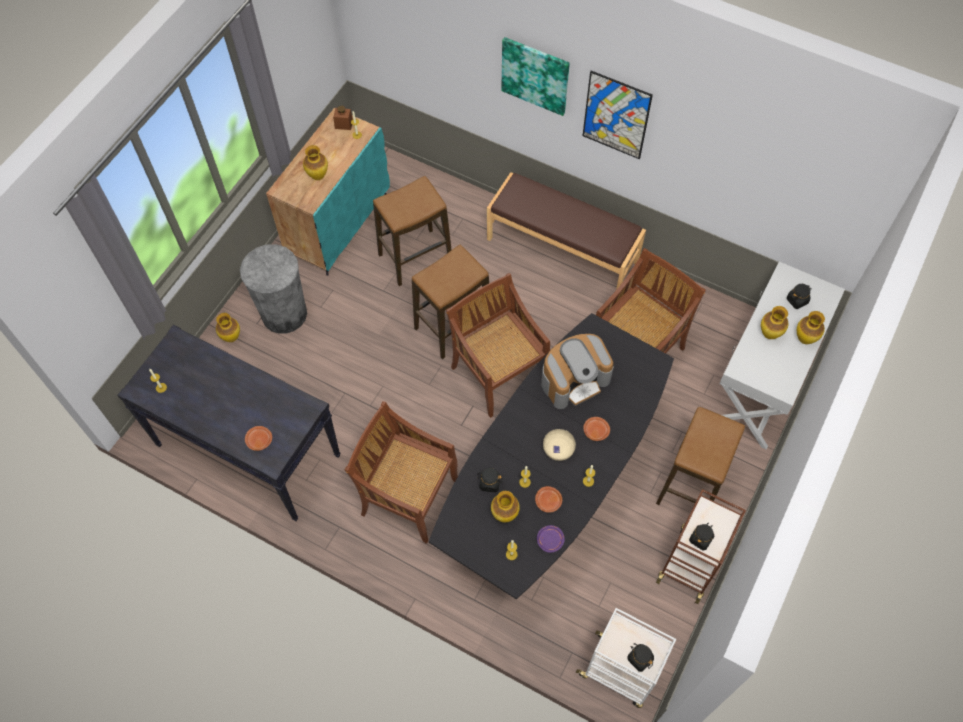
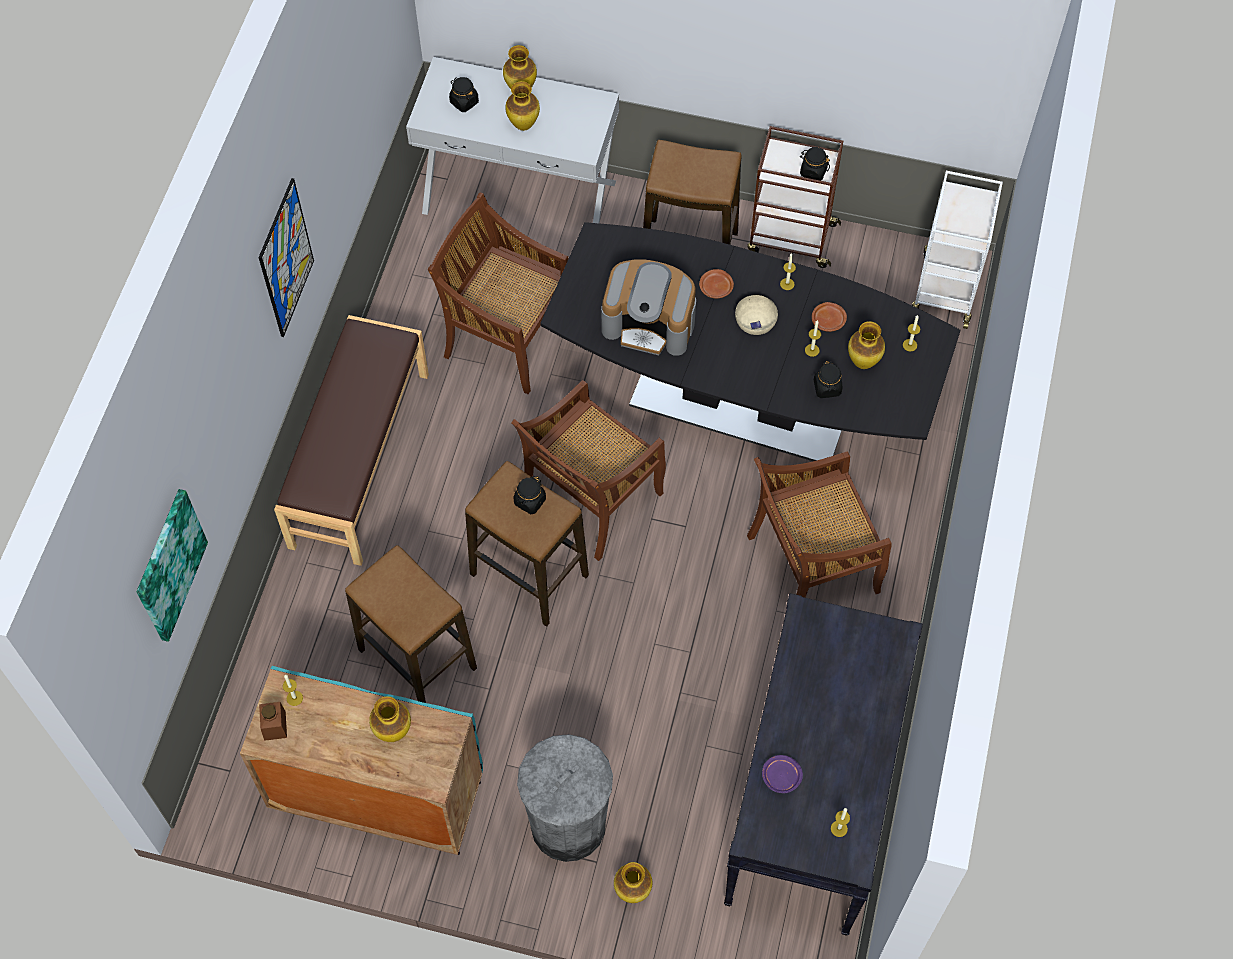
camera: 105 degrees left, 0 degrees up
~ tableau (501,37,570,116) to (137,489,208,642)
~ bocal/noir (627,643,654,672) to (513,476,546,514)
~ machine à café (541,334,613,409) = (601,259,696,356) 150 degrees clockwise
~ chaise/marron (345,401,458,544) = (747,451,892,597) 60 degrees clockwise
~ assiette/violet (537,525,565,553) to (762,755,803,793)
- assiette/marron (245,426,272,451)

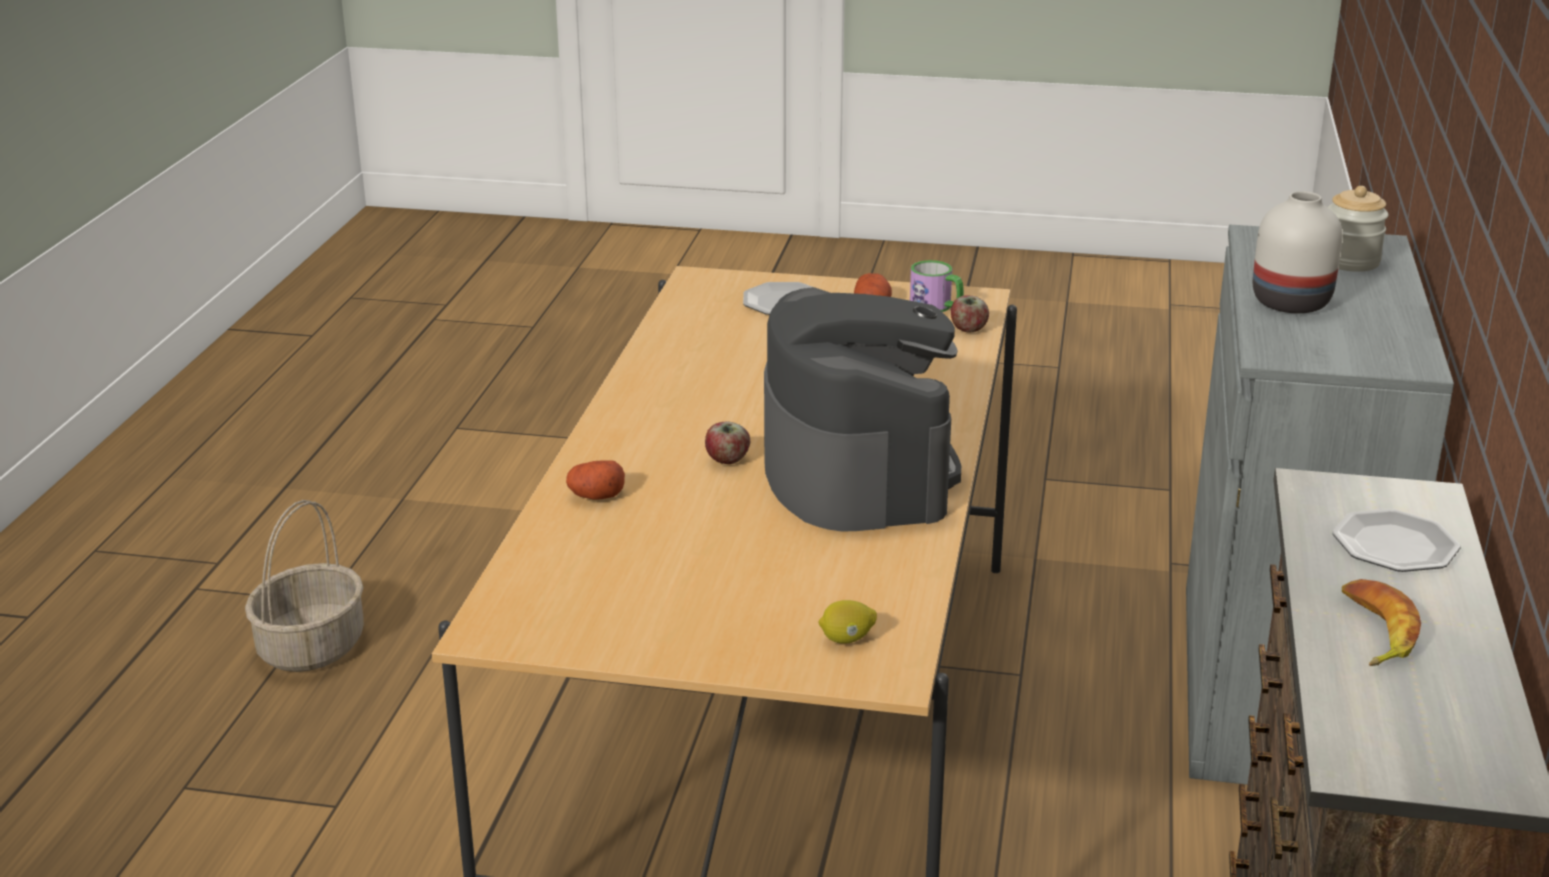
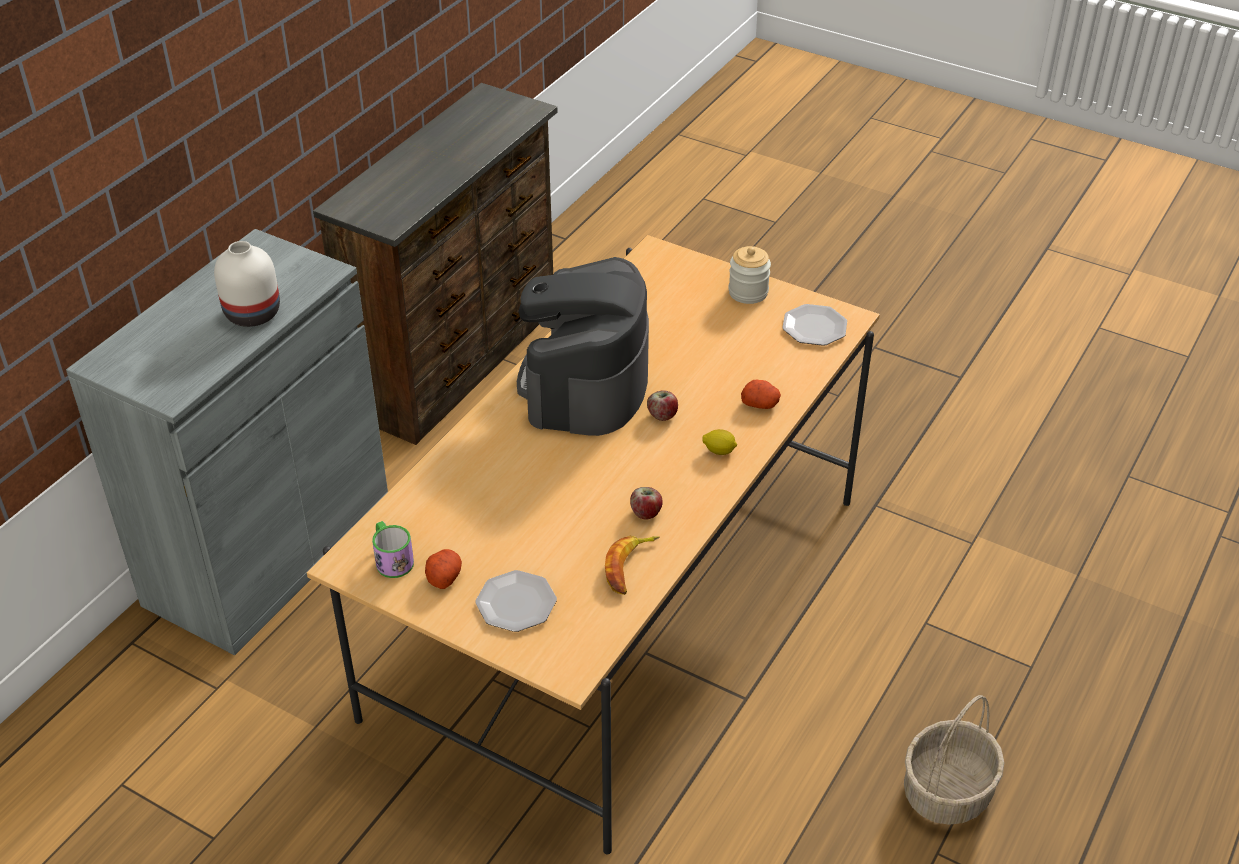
camera: 160 degrees left, 15 degrees up
~ banane (1342,579,1421,666) to (605,536,660,595)
~ pomme (951,295,989,333) to (630,487,663,520)
~ citron (818,600,877,644) to (702,429,737,455)
~ bocal (1328,186,1389,272) to (729,246,771,304)
~ assiette (1332,509,1461,572) to (782,304,847,346)

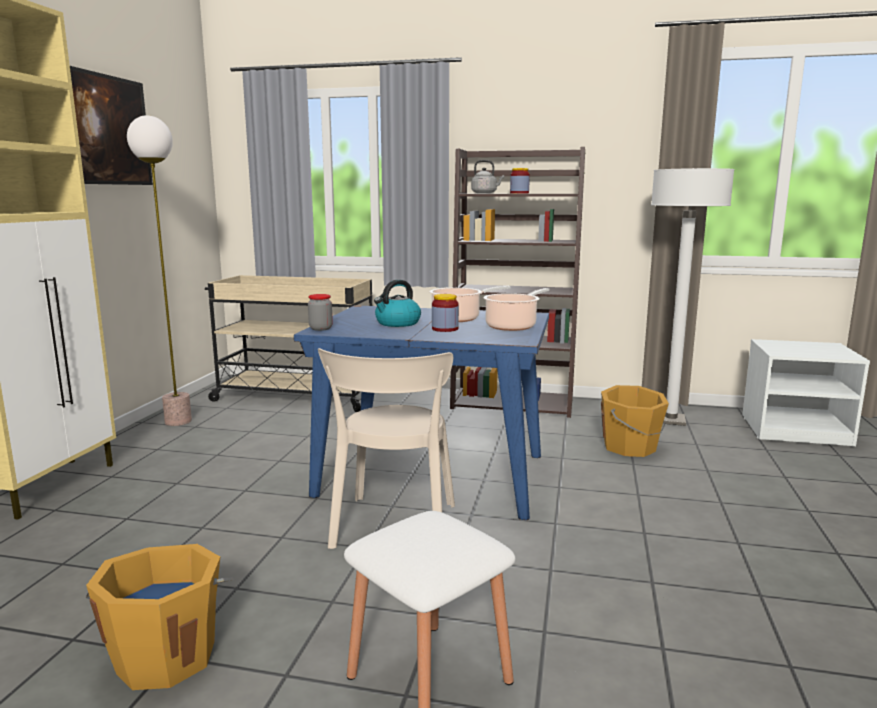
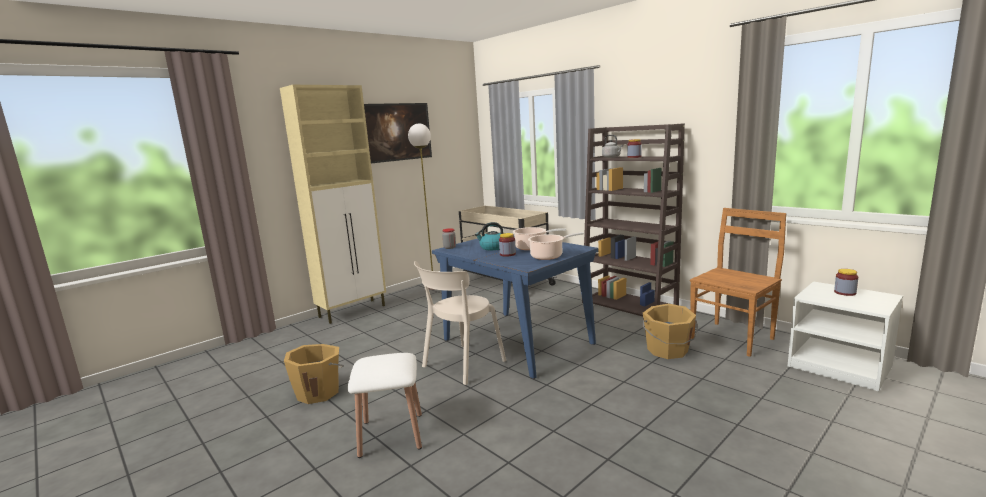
camera: 35 degrees right, 0 degrees up
~ lampadaire/blanc (651,168,735,426) to chaise/marron (690,208,786,357)
+ bocal (834,269,858,296)

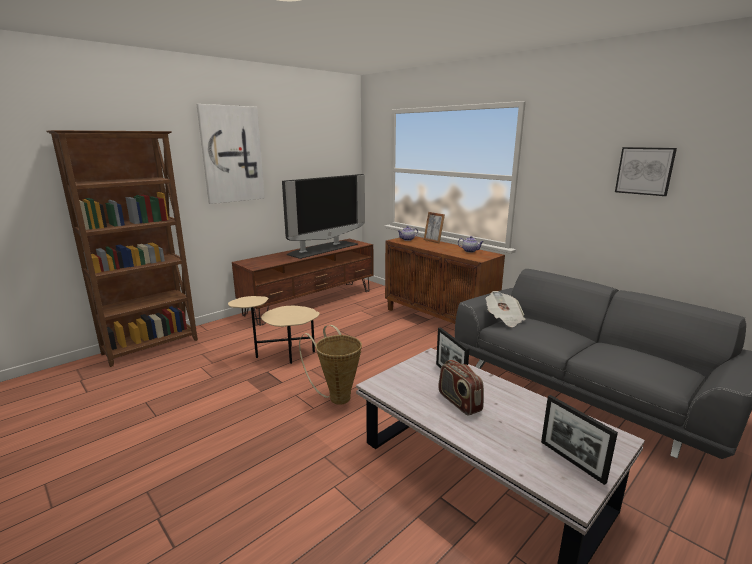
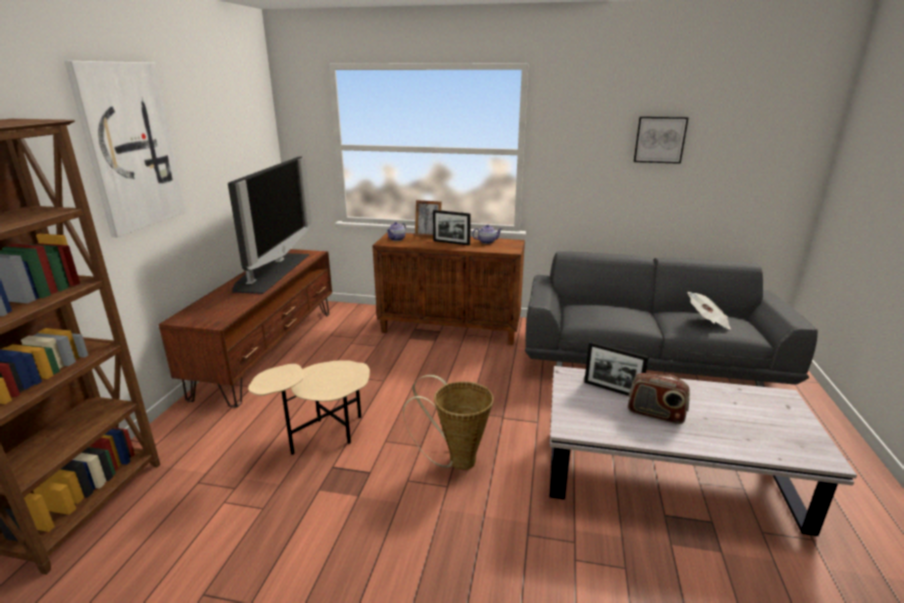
camera: 35 degrees left, 5 degrees up
~ cadre photo (541,395,618,485) to (433,210,471,245)
~ journal (486,291,526,327) to (688,292,731,329)

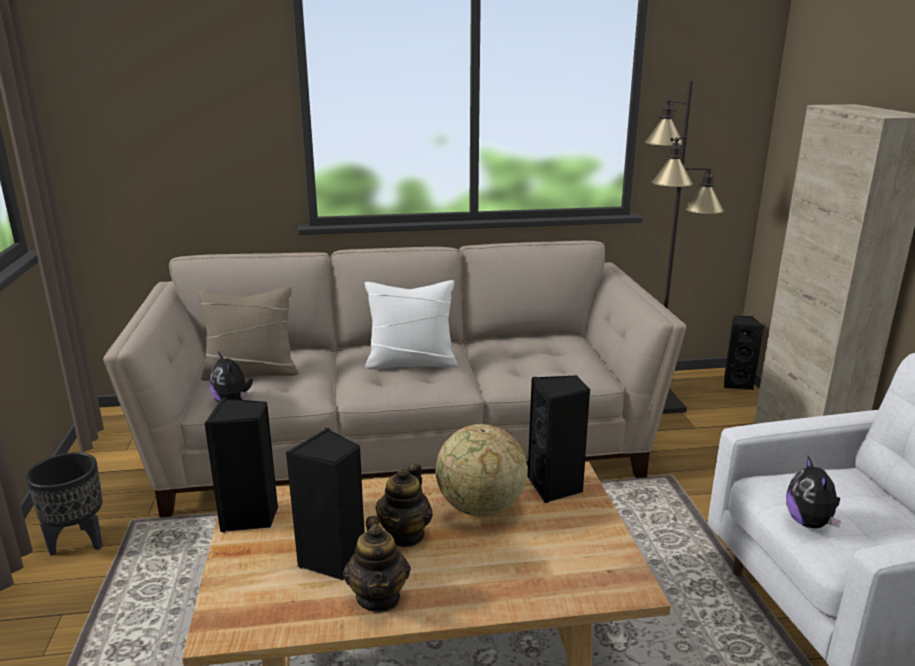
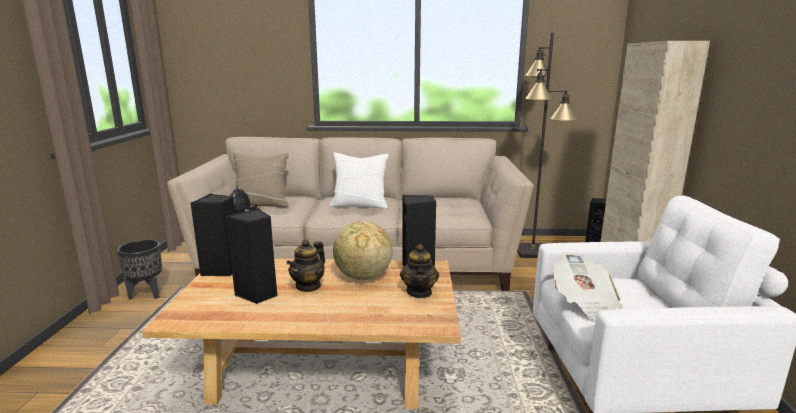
camera: 10 degrees right, 5 degrees down
~ théière (343,516,411,612) to (400,244,439,298)
~ peluche (786,456,841,528) to journal (553,253,623,321)

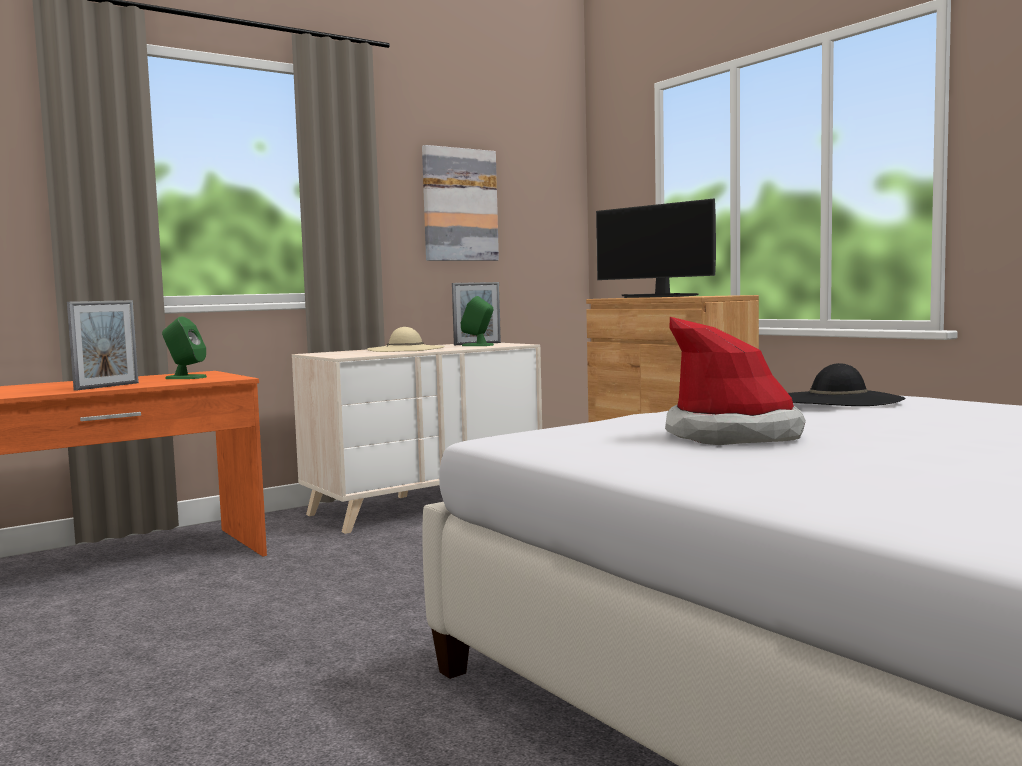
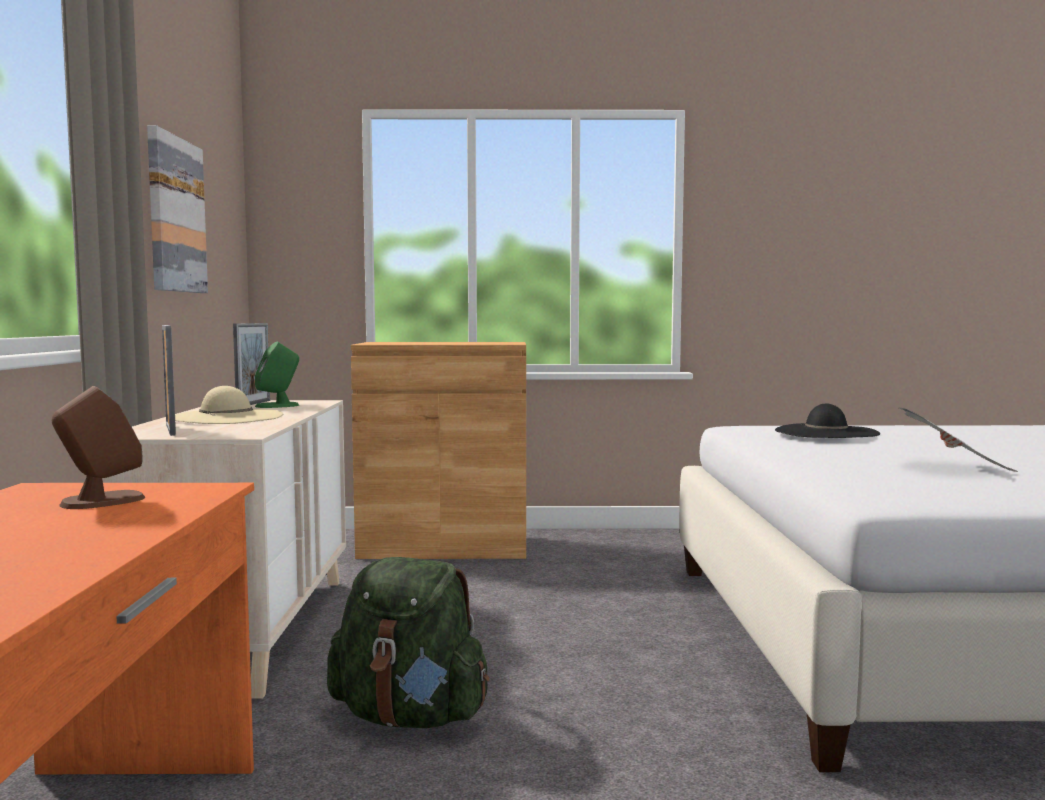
camera: 55 degrees left, 0 degrees up
~ enceinte/vert (162,317,207,379) to enceinte/marron (52,386,145,509)
~ cadre photo (67,300,139,391) to (162,325,176,436)
+ sac à dos/vert (327,557,490,728)
~ chapeau (665,317,806,445) to journal (899,408,1018,472)
- écran d'ordinateur (596,199,716,298)

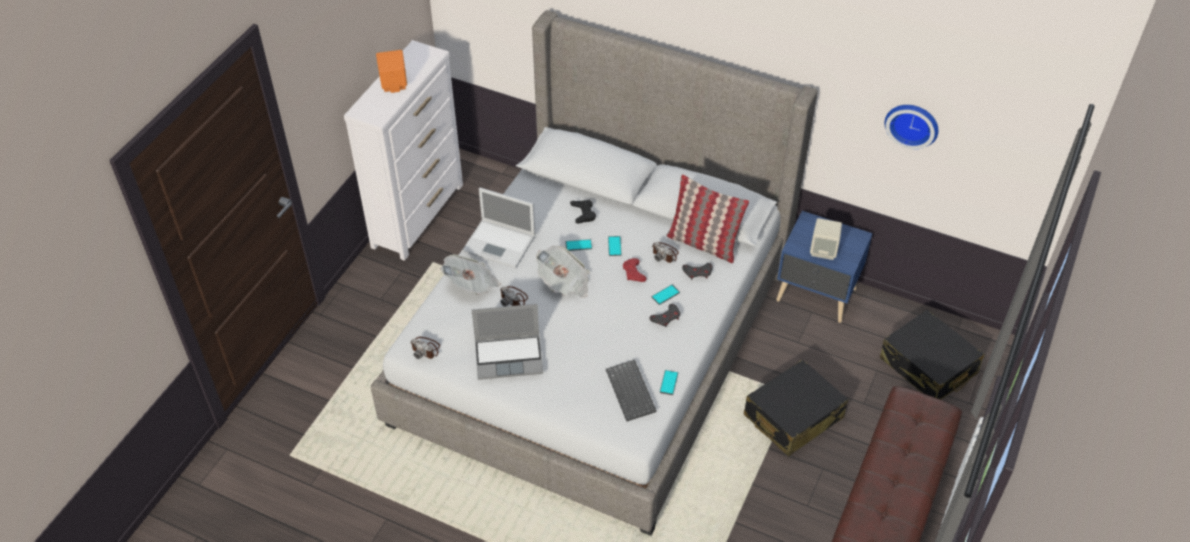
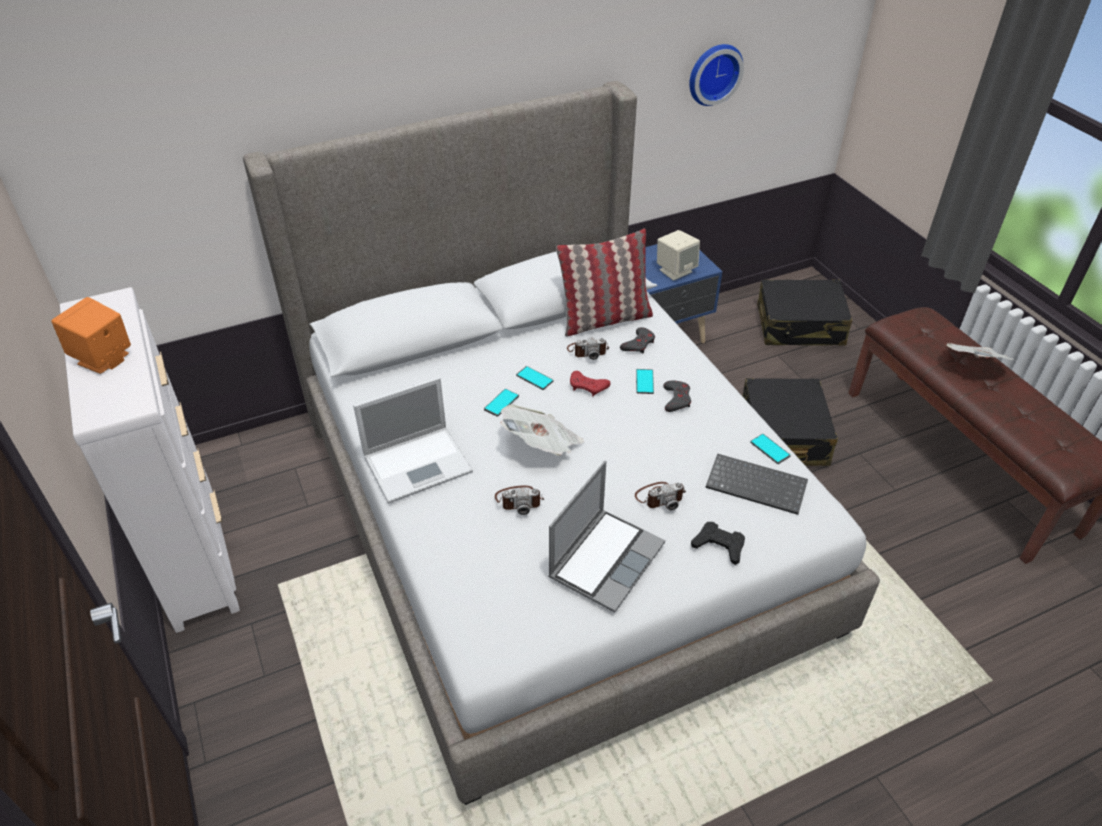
camera: 50 degrees left, 5 degrees down
~ appareil photo (411,337,440,359) to (635,482,686,511)
~ manette/noir (570,200,596,224) to (691,522,745,565)
~ journal (440,254,501,295) to (947,343,1015,360)

